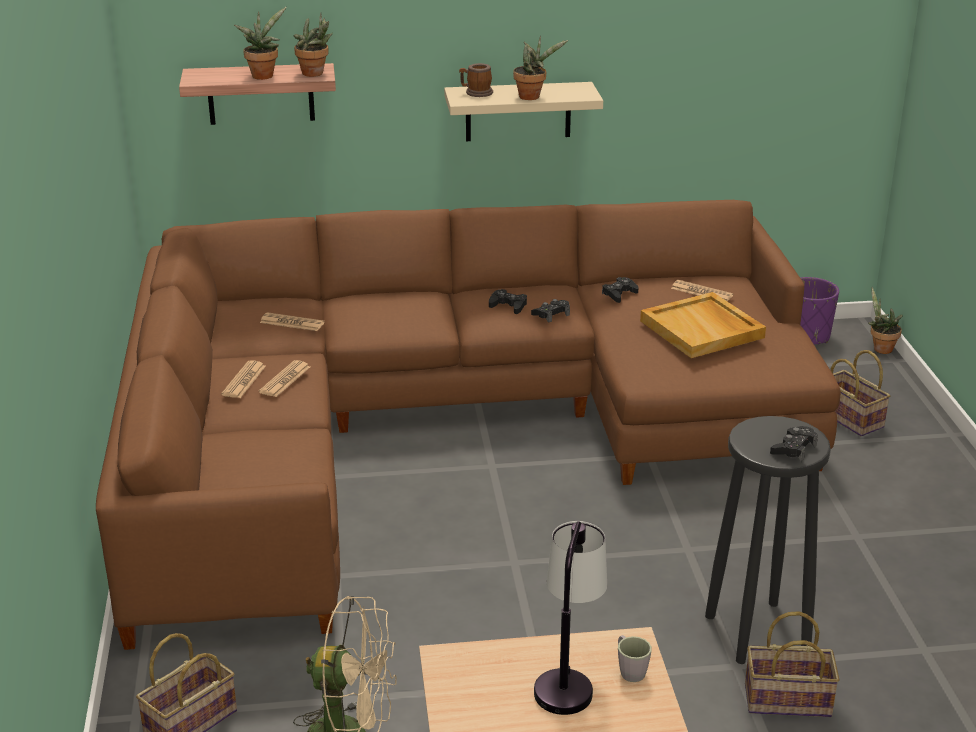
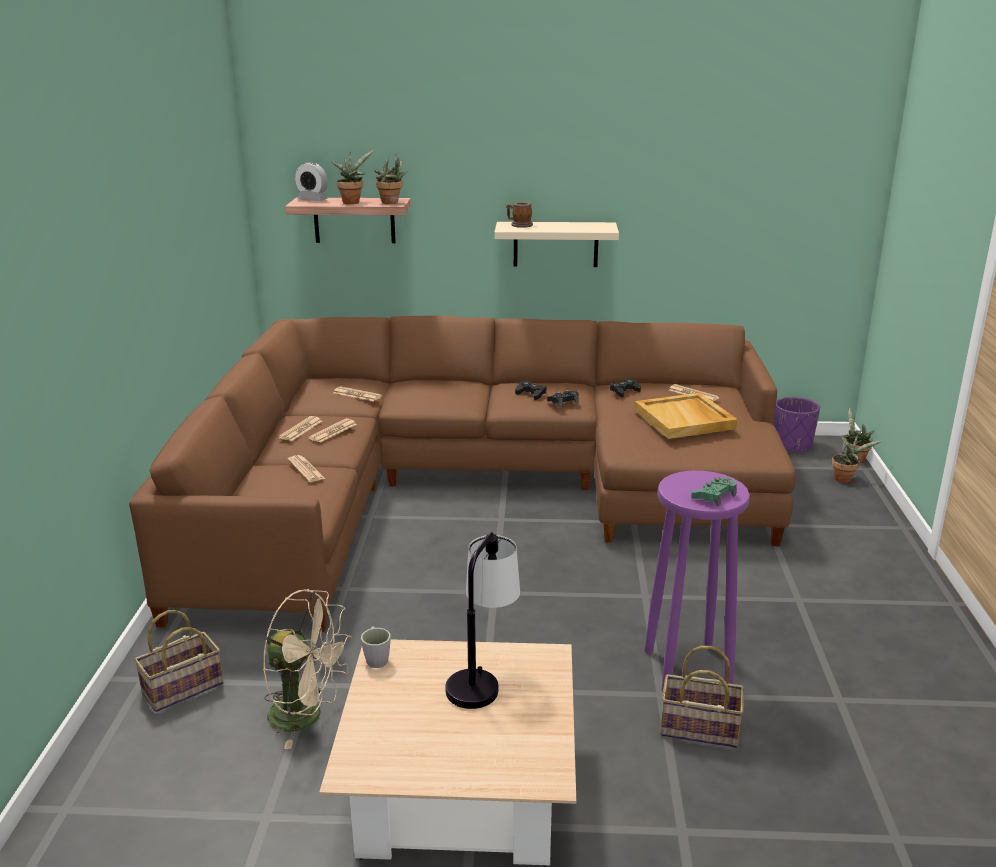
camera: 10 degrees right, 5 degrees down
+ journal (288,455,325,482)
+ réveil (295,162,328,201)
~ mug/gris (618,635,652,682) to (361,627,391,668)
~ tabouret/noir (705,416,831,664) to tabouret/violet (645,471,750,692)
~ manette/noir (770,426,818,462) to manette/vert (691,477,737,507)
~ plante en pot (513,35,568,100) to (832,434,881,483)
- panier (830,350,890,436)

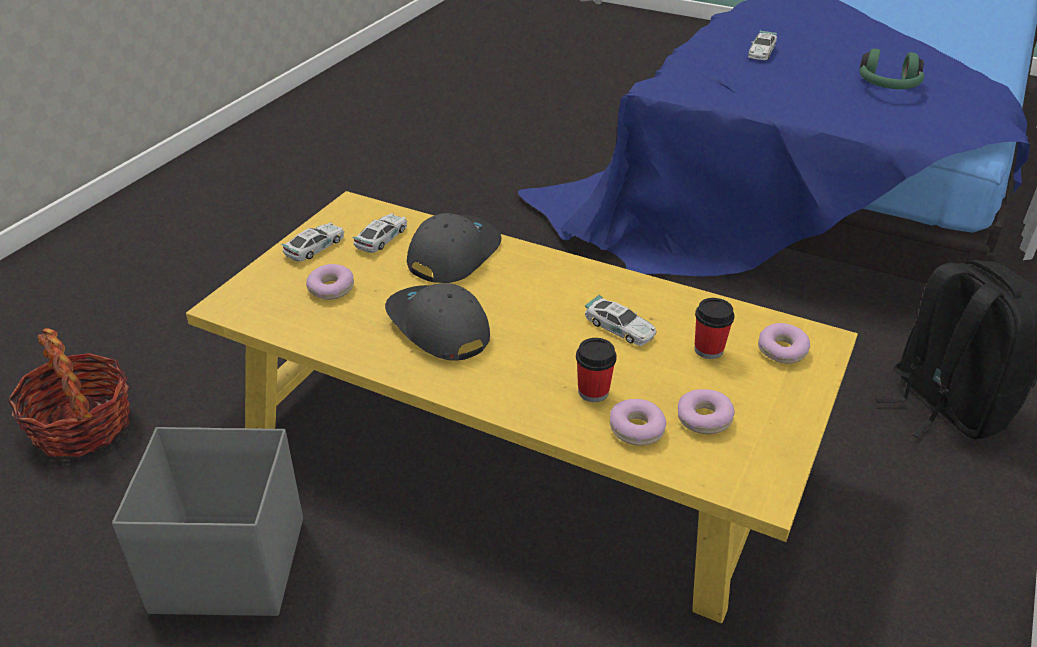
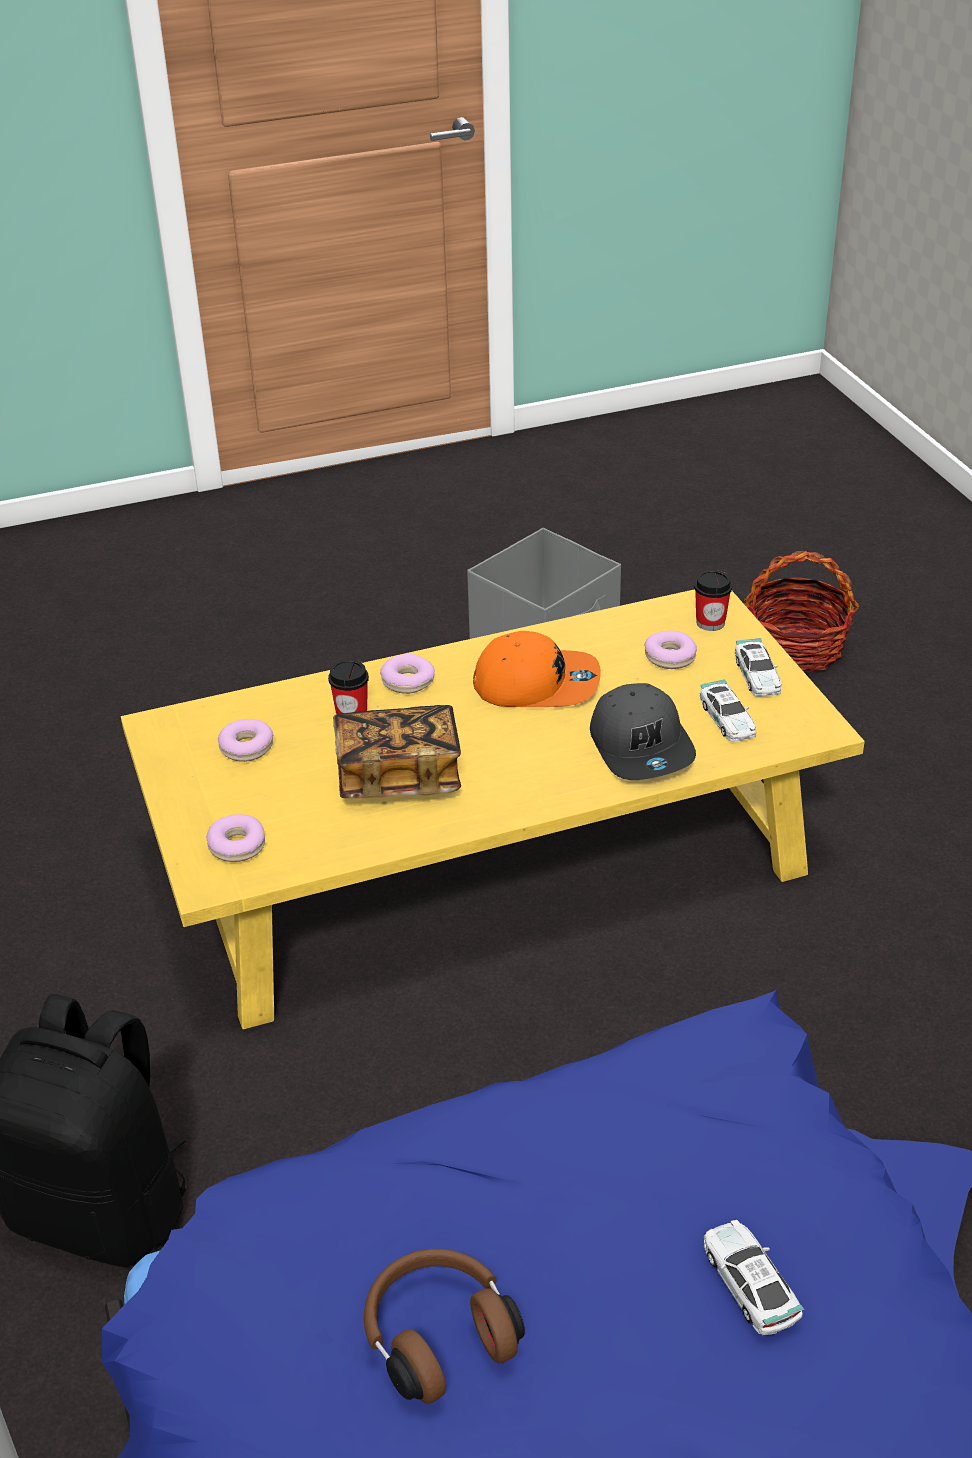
camera: 135 degrees right, 0 degrees up
~ petite voiture (585,295,657,346) to livre (333,705,461,798)
~ casque audio/vert (859,49,925,89) to casque audio/marron (364,1248,525,1404)
~ beignet (610,399,666,446) to (380,654,435,694)
~ casquette/gris (385,283,490,361) to casquette/orange (473,631,601,707)
~ tasse (695,298,734,359) to (694,570,732,631)

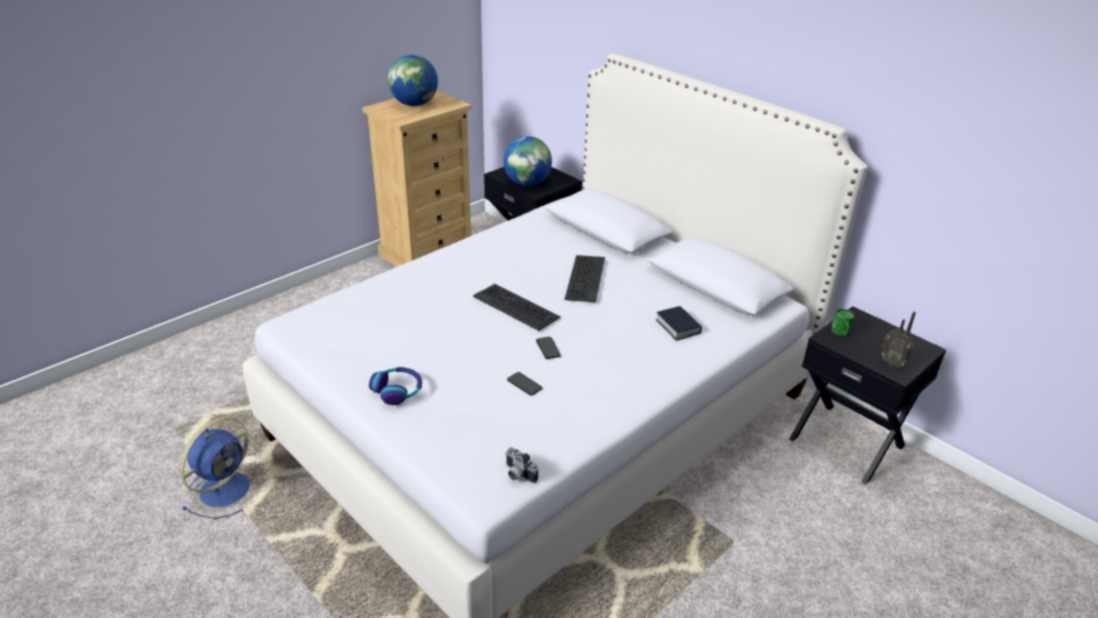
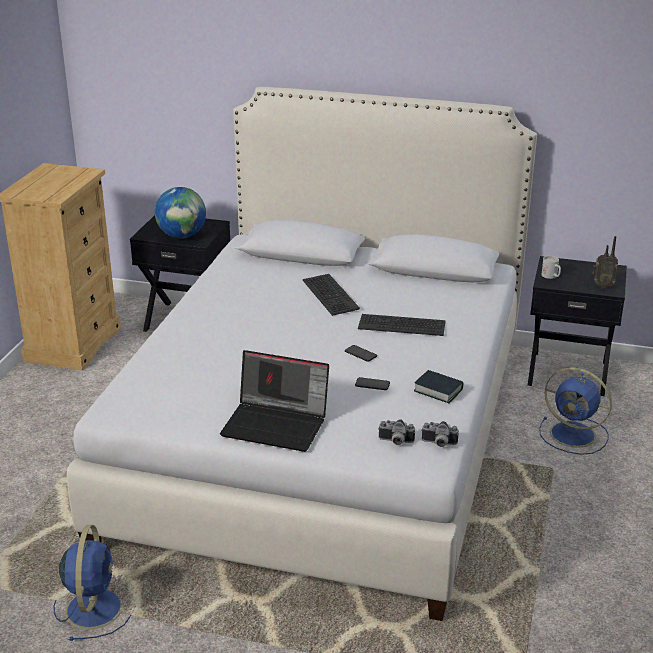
camera: 30 degrees left, 5 degrees down
~ casque audio (369,367,422,405) to ordinateur portable (220,350,329,452)
~ clavier (473,284,560,331) to (358,314,446,336)
+ appareil photo (378,419,415,445)
~ livre (656,306,702,341) to (414,370,463,403)
+ ventilateur/bleu (539,367,612,455)
~ mug/vert (831,309,854,336) to mug/blanc (542,256,561,279)
- globe (388,55,438,106)

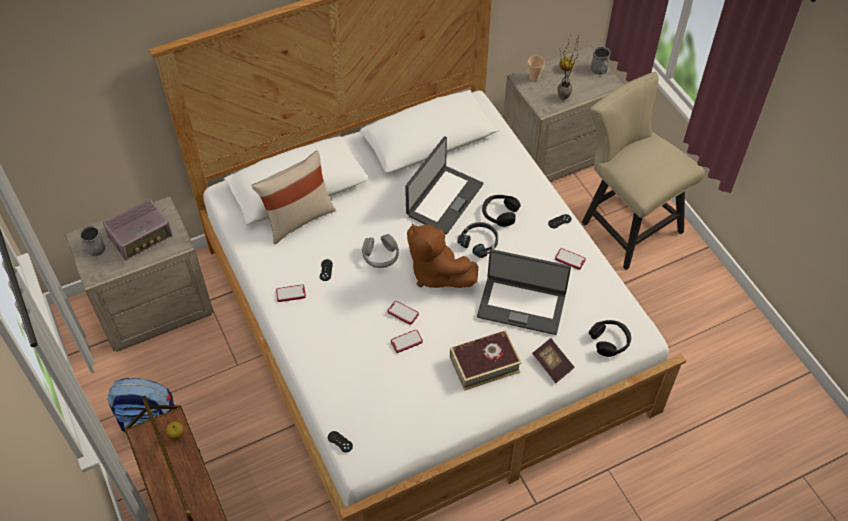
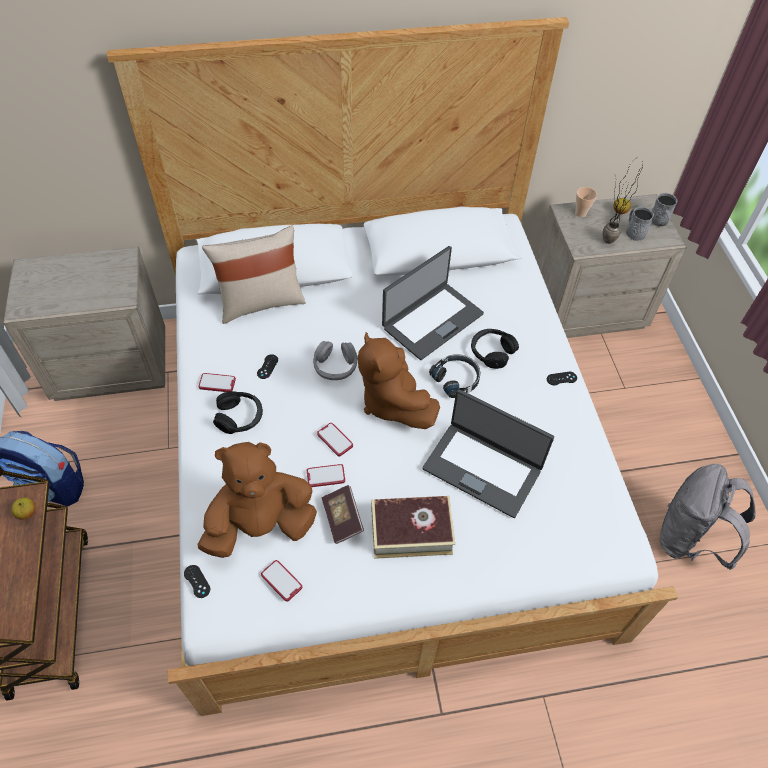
camera: 15 degrees right, 0 degrees up
+ peluche/marron (197,442,317,558)
~ casque audio/noir (589,320,631,357) to (213,391,263,434)
~ téléphone (555,248,586,270) to (261,560,302,602)
~ livre (532,338,575,383) to (322,485,364,544)
~ mug/gris (79,226,106,256) to (626,207,654,241)
+ sac à dos/gris (660,464,756,570)
- radio (103,199,172,261)
- chaise/beige (582,72,705,270)

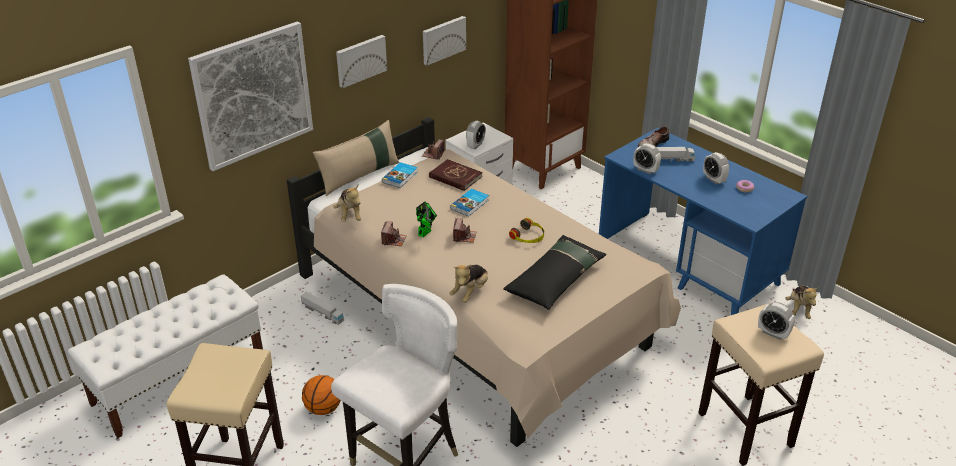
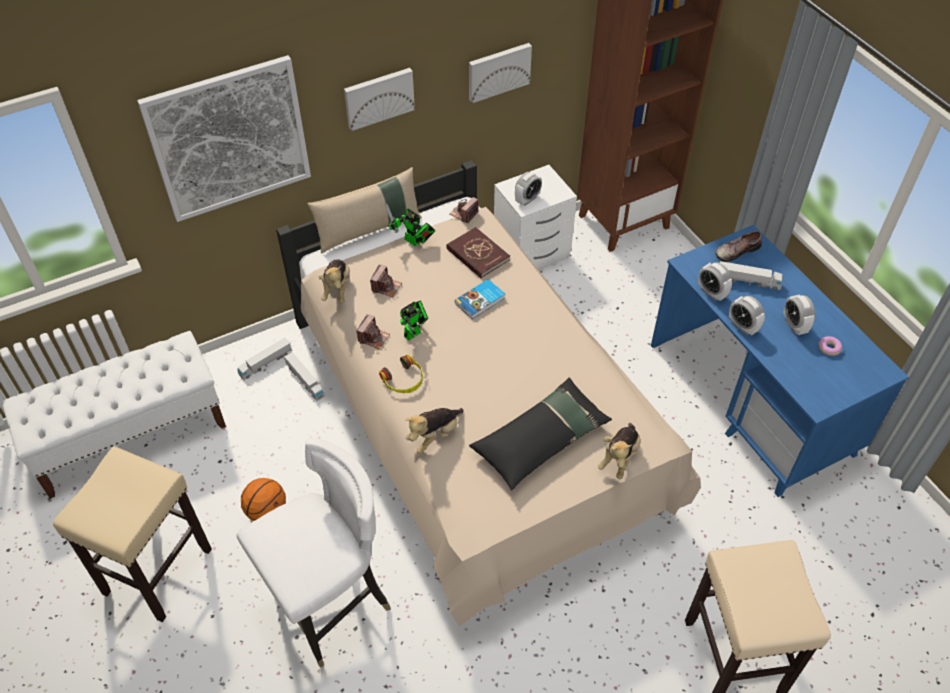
camera: 15 degrees right, 15 degrees up
+ camion jouet (238,338,292,380)
~ appareil photo (453,218,476,243) to (370,264,402,297)
~ casque audio (509,218,544,243) to (379,355,423,393)
~ livre (382,162,418,188) to robot jouet (385,204,435,246)
~ peluche (786,286,819,319) to (598,423,641,479)
~ réveil (758,302,795,340) to (729,296,765,335)

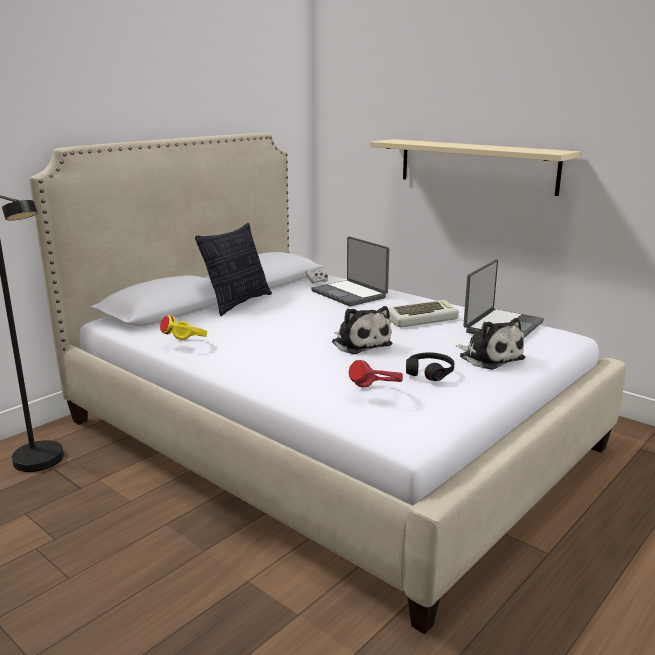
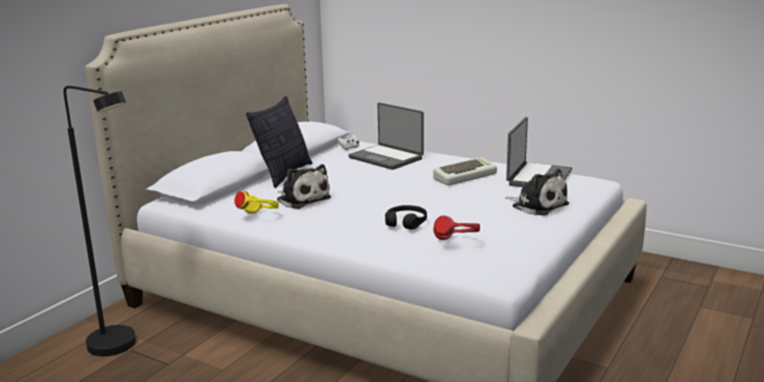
camera: 10 degrees left, 0 degrees up
~ peluche (332,306,392,354) to (277,164,331,209)
~ casque audio/noir (406,352,454,381) to (385,205,427,229)
- étagère/beige (370,139,580,196)

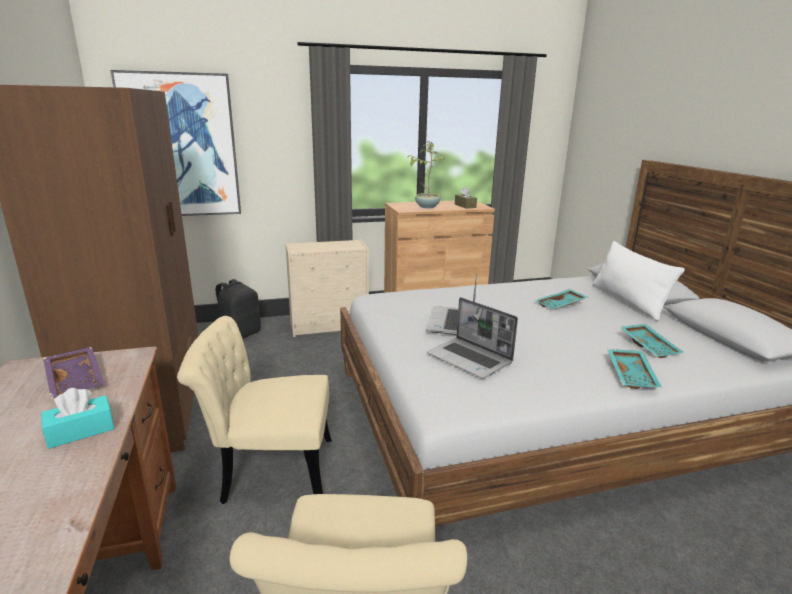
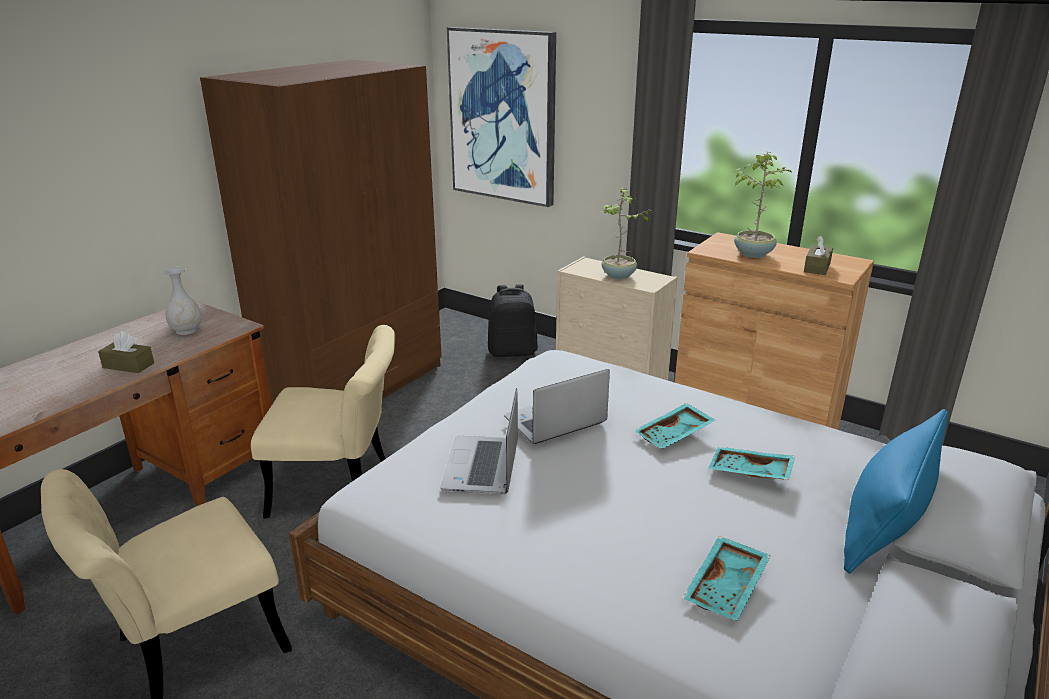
camera: 50 degrees right, 5 degrees up
~ boîte à mouchoirs/turquoise (41,388,114,449) to boîte à mouchoirs/marron (98,331,154,373)
~ plateau/violet (43,347,104,399) to vase/blanc (163,267,202,335)
~ chaise/beige (177,316,332,504) = (251,325,395,519) 135 degrees clockwise
+ plante en pot (601,187,649,279)
~ plateau/turquoise (607,349,662,389) to (634,403,715,449)
~ coussin/blanc (592,241,685,321) to coussin/bleu (844,409,948,573)

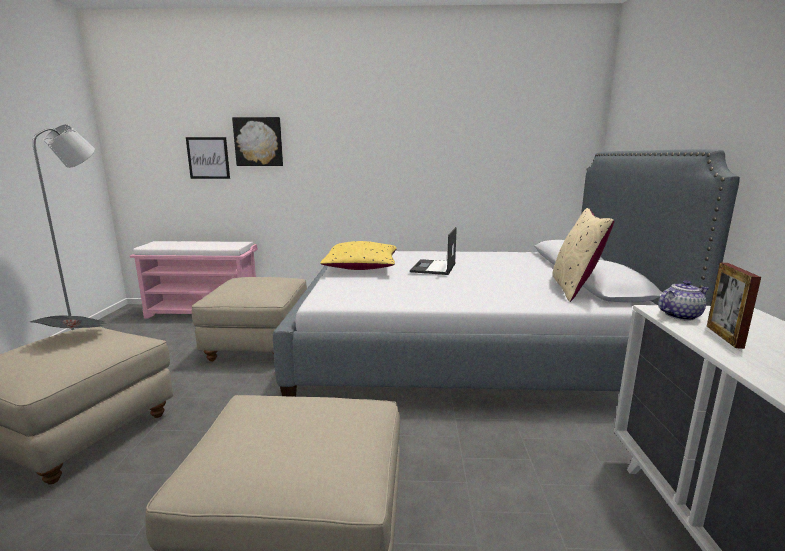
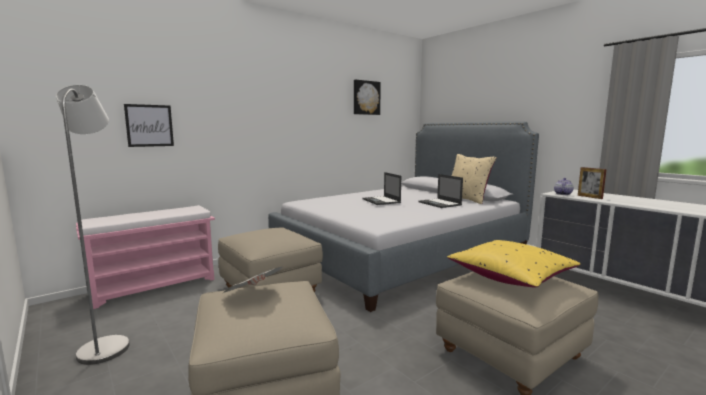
camera: 40 degrees left, 5 degrees down
~ tableau (232,117,283,166) to (354,80,381,115)
+ ordinateur portable (418,174,463,208)
~ coussin/jaune (320,241,397,270) to (447,240,581,288)

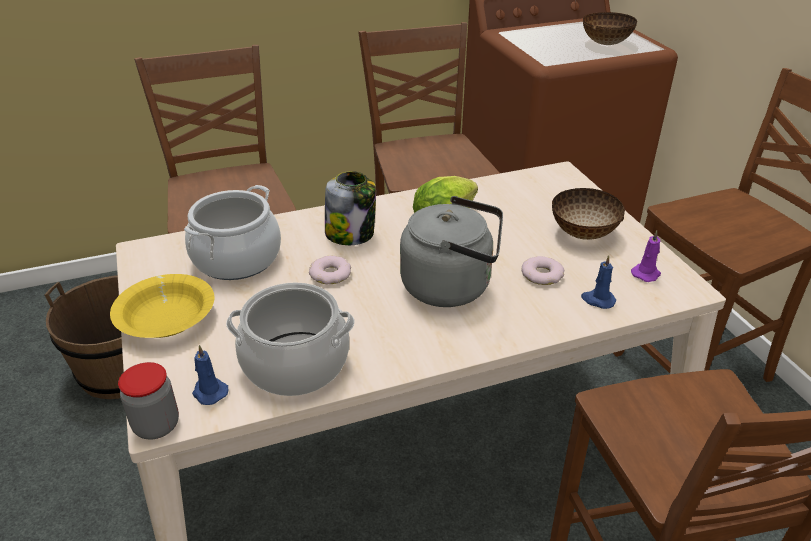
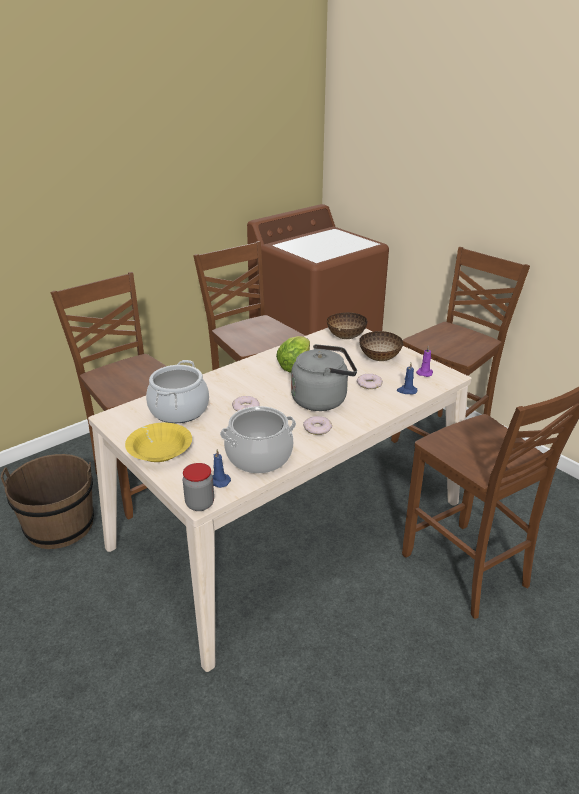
camera: 20 degrees left, 5 degrees down
+ beignet (303,416,332,435)
~ bol (583,12,637,45) to (327,312,367,339)
- bocal (325,171,376,245)

